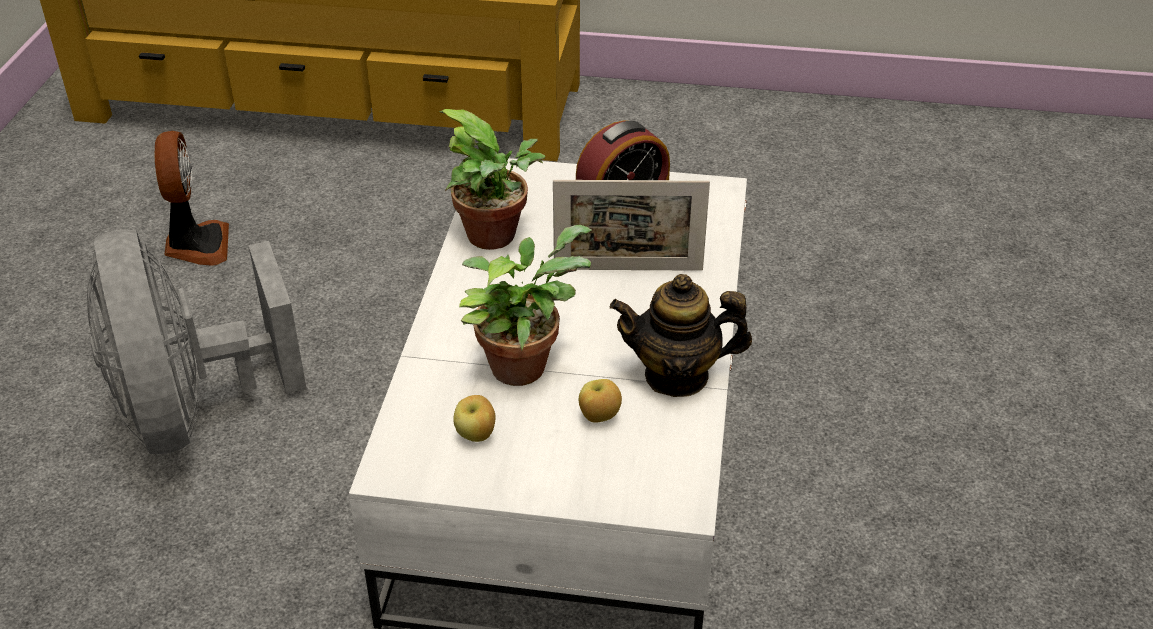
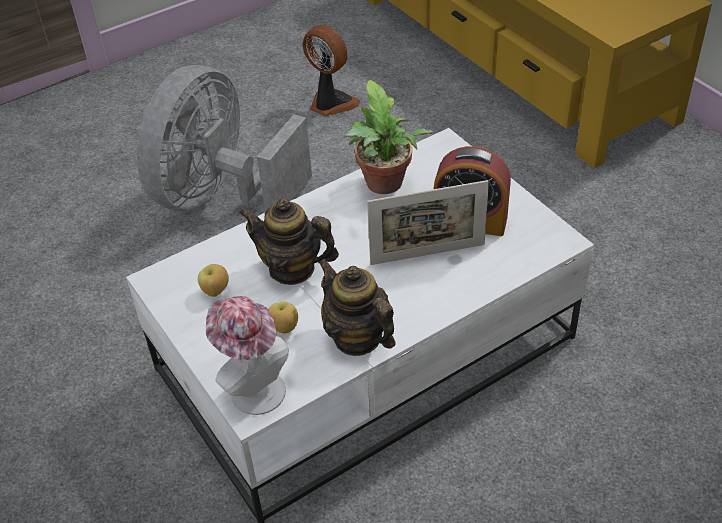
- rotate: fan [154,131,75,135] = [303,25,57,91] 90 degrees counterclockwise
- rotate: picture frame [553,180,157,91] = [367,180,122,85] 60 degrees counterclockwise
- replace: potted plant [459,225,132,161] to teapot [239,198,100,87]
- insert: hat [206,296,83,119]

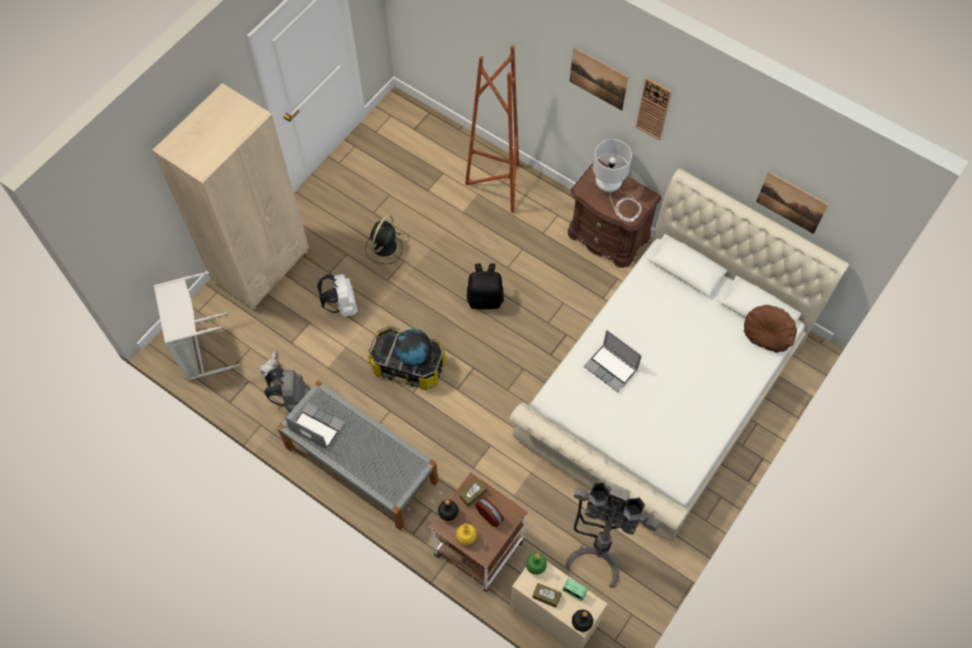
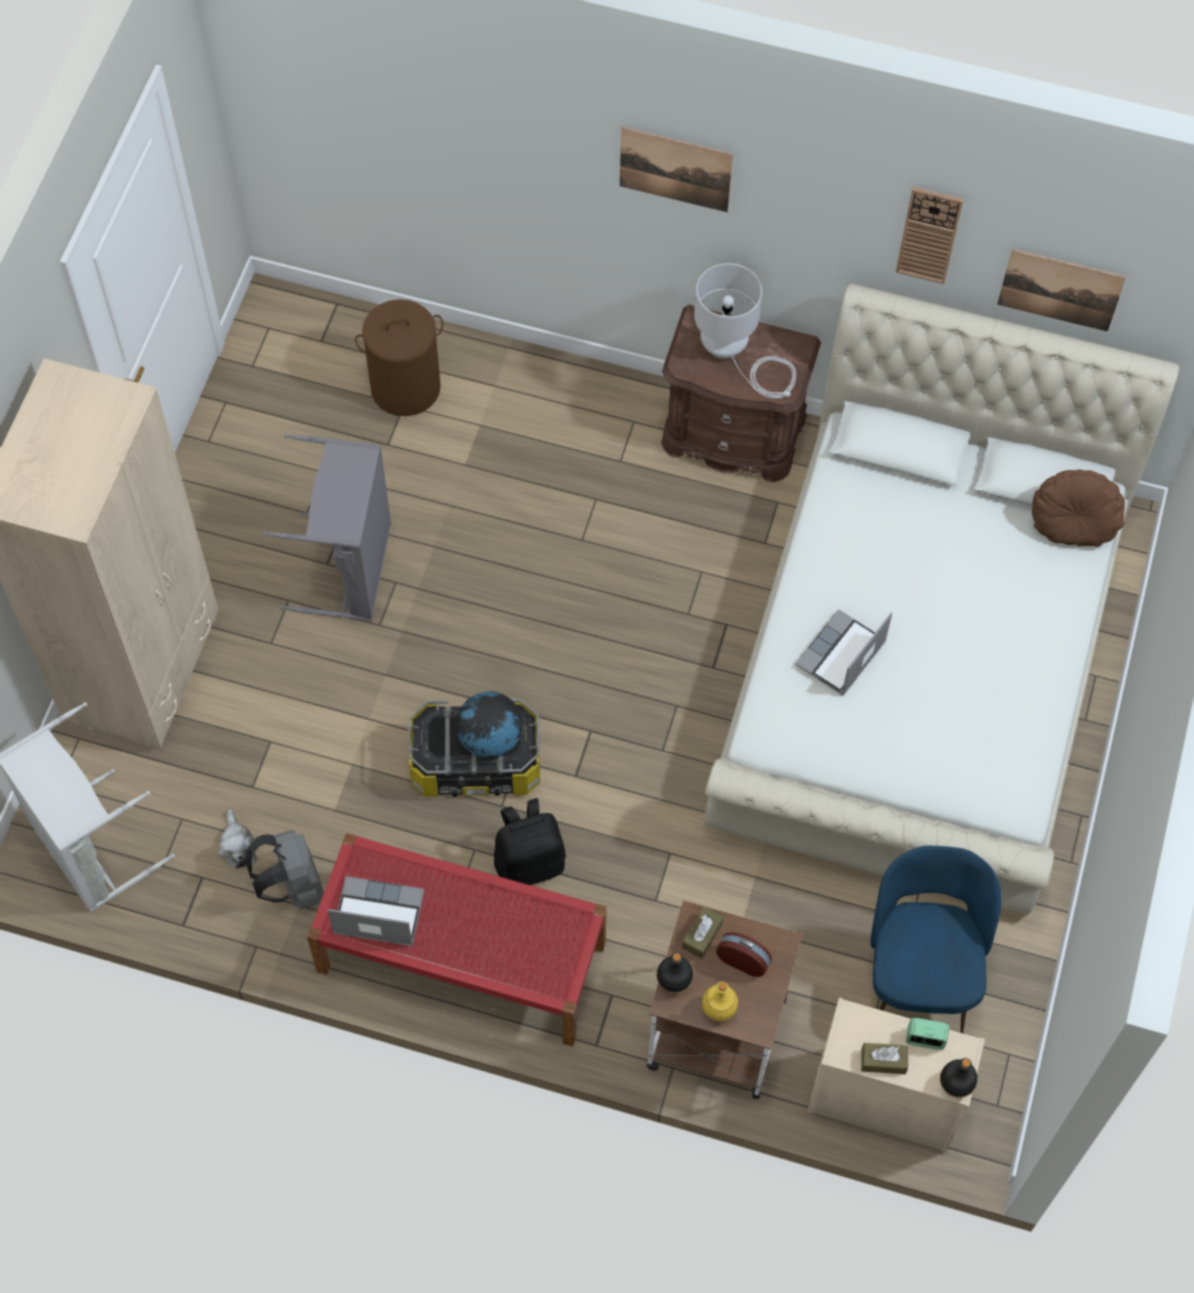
- delete: clothes rack/brown [465,45,54,168]
- move: wall clock [636,78,36,63] to [896,187,68,97]
- replace: fan/black [365,215,37,49] to laundry basket/grey [262,434,129,187]
- move: backpack/black [467,264,37,45] to [494,798,72,87]
- delete: backpack/white [317,274,40,43]
- rotate: laptop [584,330,58,62] = [795,609,97,87] 105 degrees clockwise
- recolor: bench/grey [277,380,162,151] to bench/red [307,833,300,214]
- replace: floor lamp/grey [566,482,93,105] to chair/blue [870,846,132,188]
- delete: bottle/green [526,553,21,22]
- insert: laundry basket/brown [355,299,89,117]

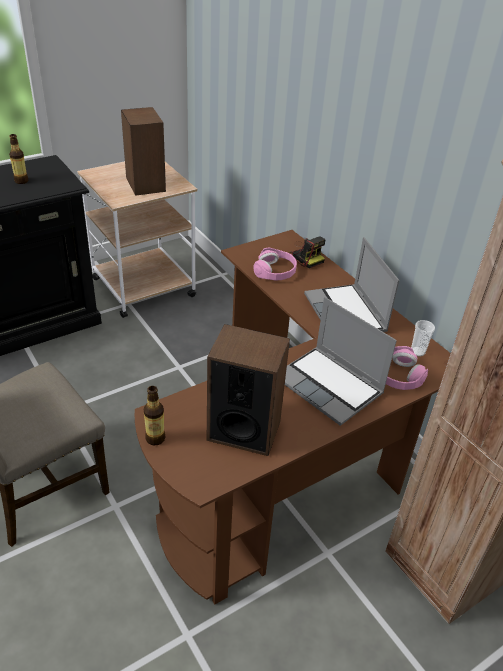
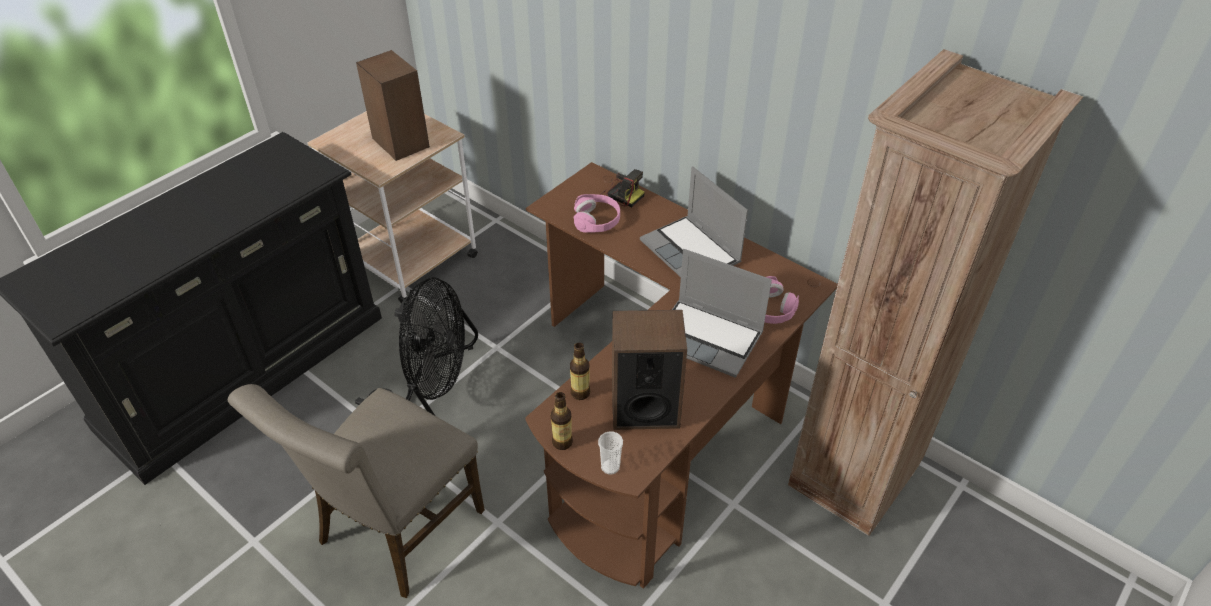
- move: bottle [9,134,19,50] to [570,343,20,57]
- move: cup [411,320,24,36] to [598,431,25,44]
- insert: fan/black [355,277,123,138]

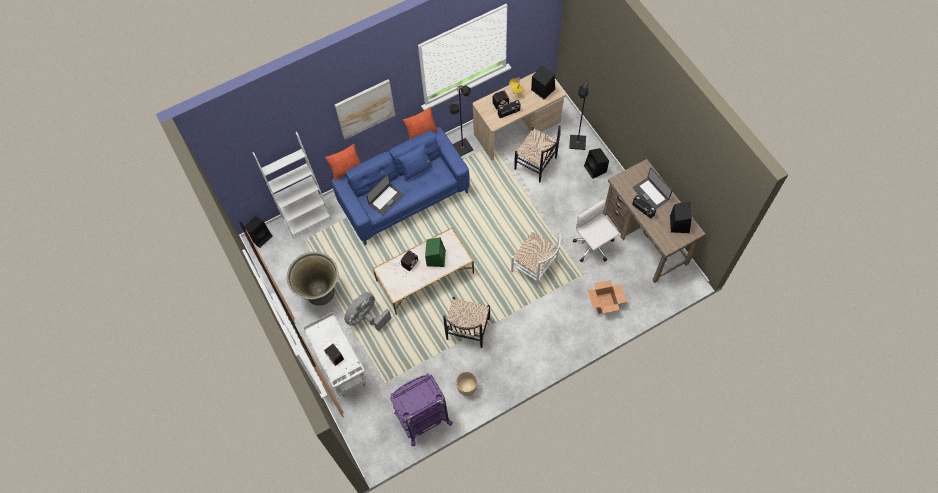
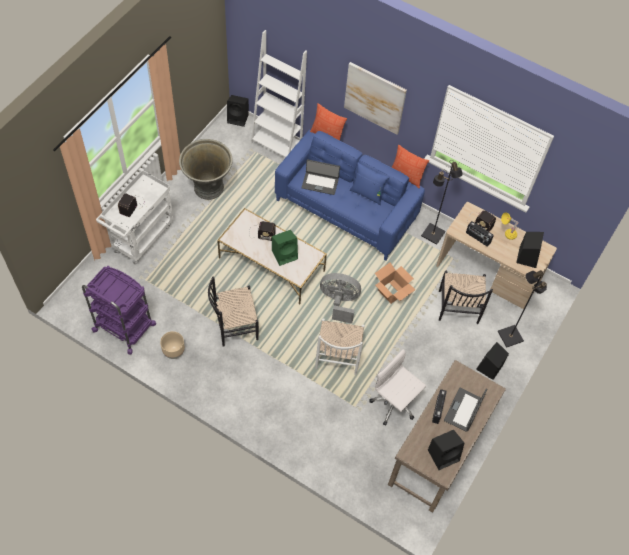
- rotate: office chair/white [573,199,46,63] = [369,349,57,77] 75 degrees counterclockwise
- move: cardboard box [588,280,39,34] to [375,262,40,42]
- move: fan/grey [344,292,47,39] to [320,273,41,51]

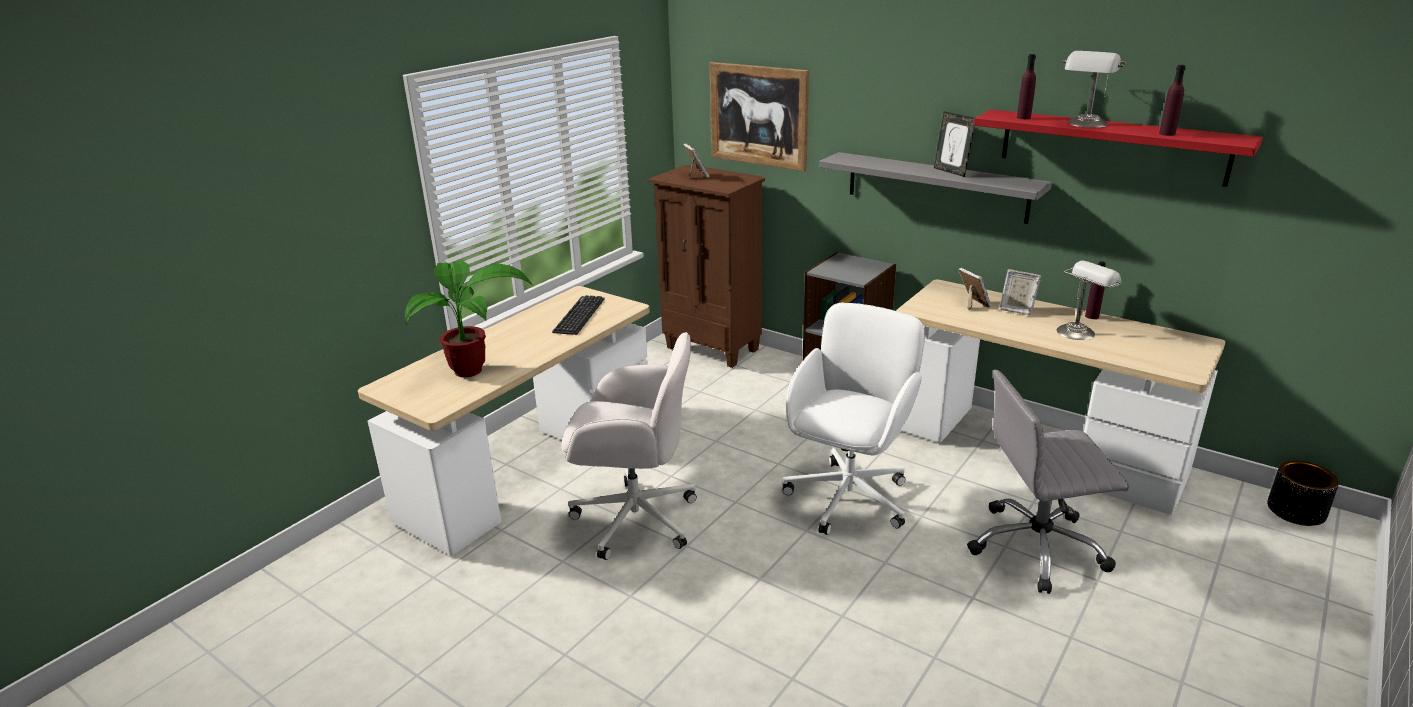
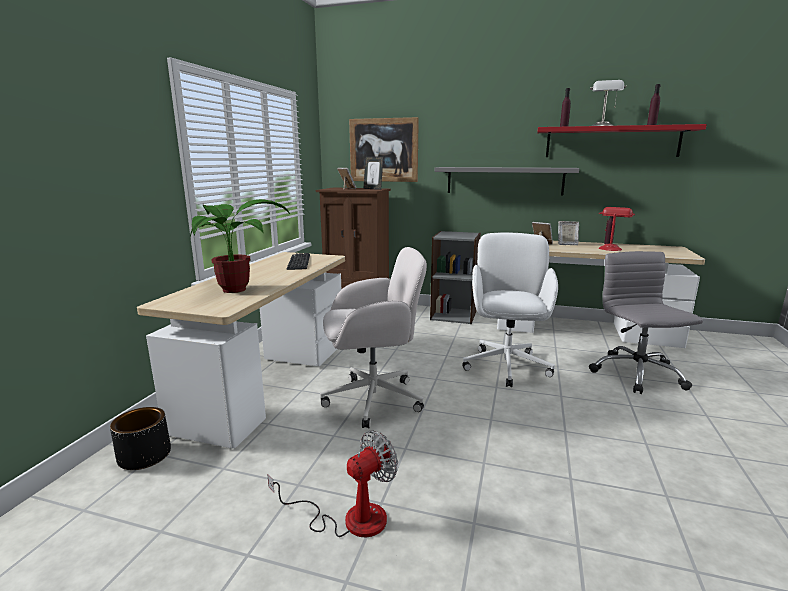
- move: picture frame [934,111,41,66] to [363,156,20,34]
- recolor: table lamp/white [1057,261,64,79] to table lamp/red [599,207,36,44]
- rotate: office chair/grey [967,370,162,224] = [589,251,114,143] 105 degrees clockwise
- move: planter/black [1267,460,72,66] to [110,407,61,63]
- insert: fan [267,430,131,107]

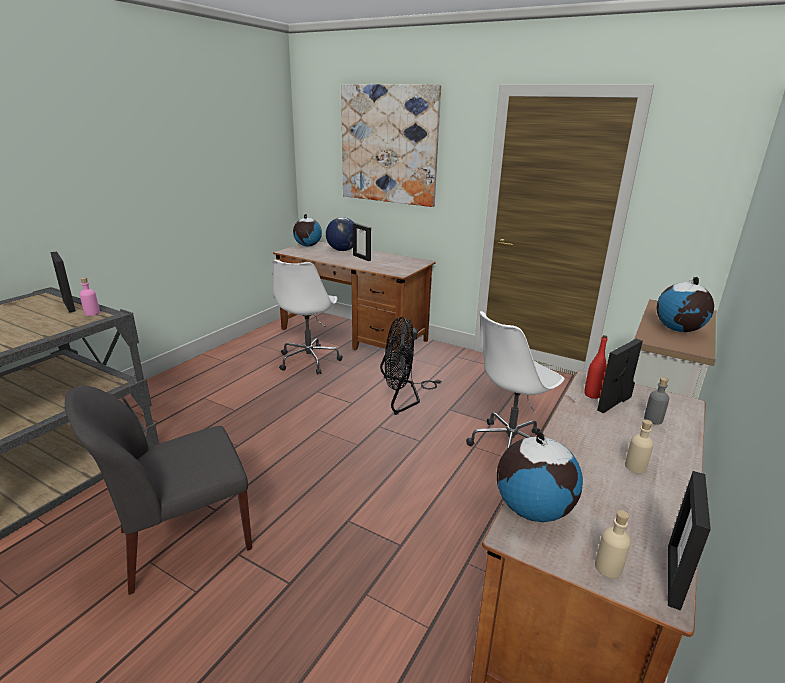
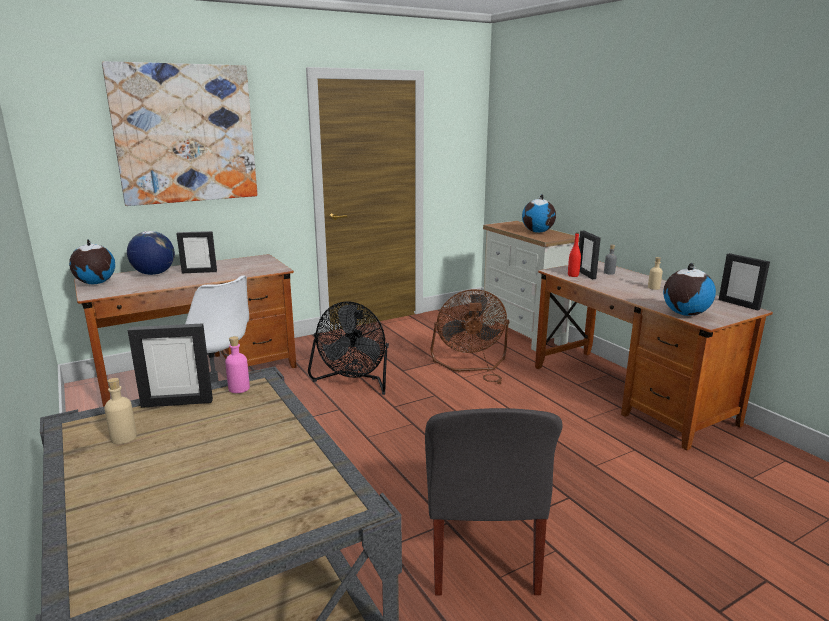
- replace: office chair/white [466,311,99,138] to fan/brown [431,289,79,95]
- move: bottle/beige [595,510,36,68] to [104,378,33,66]

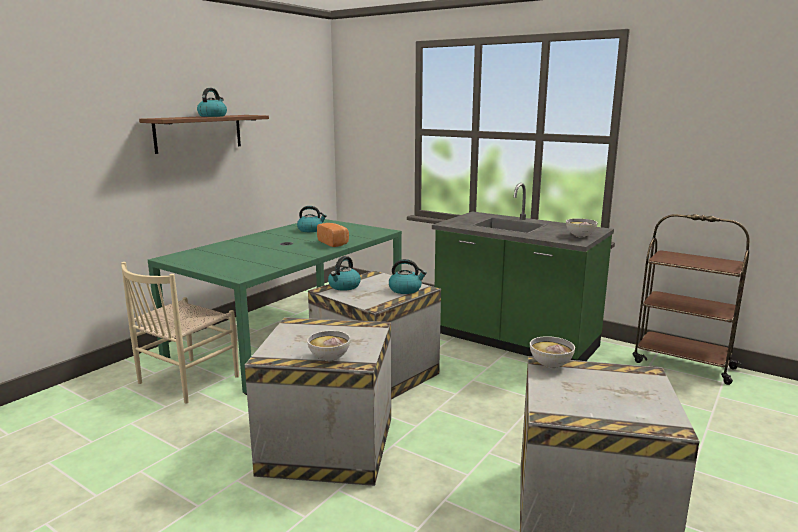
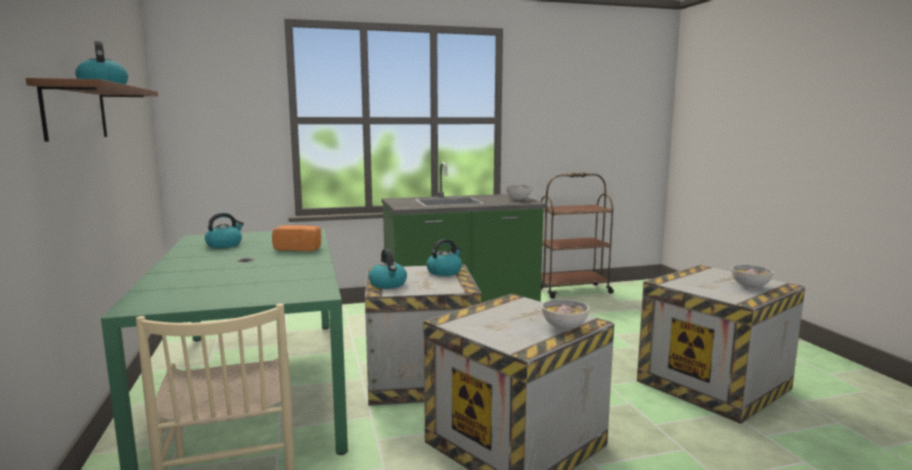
- move: bowl [530,336,45,32] to [731,265,43,24]

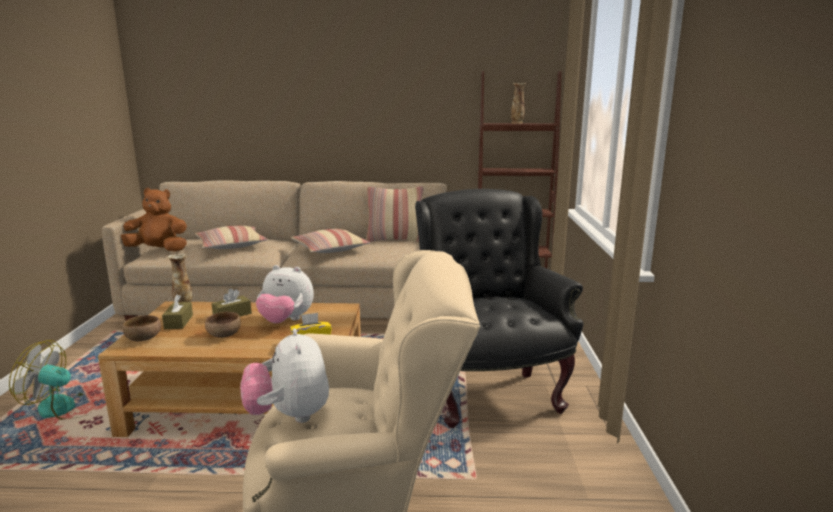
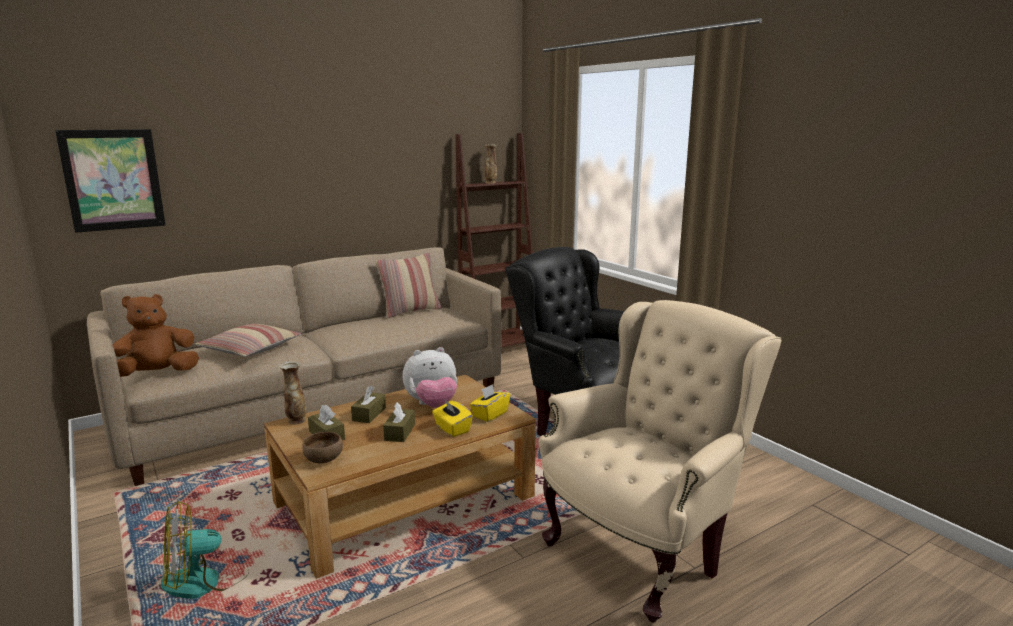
- delete: pillow [291,229,79,24]
- replace: bowl/brown [205,312,36,26] to tissue box/brown [383,402,32,40]
- delete: plush toy [240,328,89,95]
- insert: picture [55,129,111,104]
- insert: tissue box/yellow [432,399,41,38]

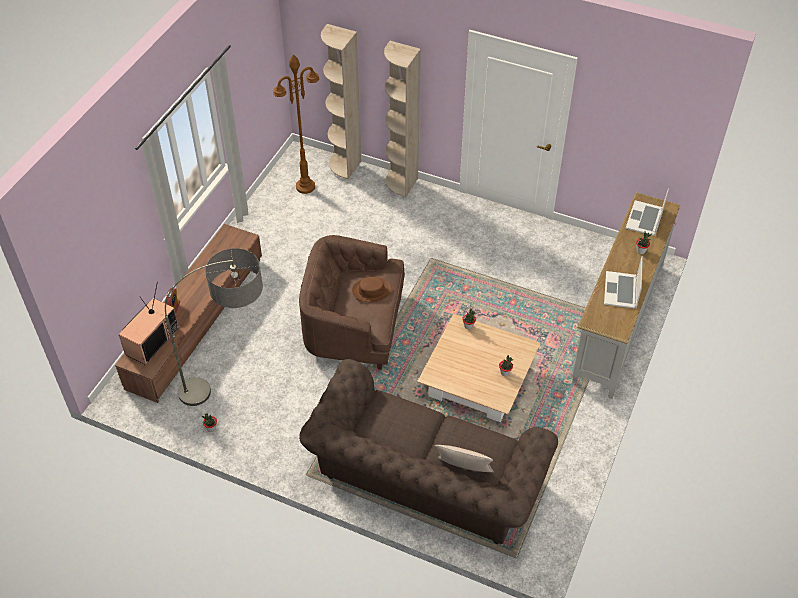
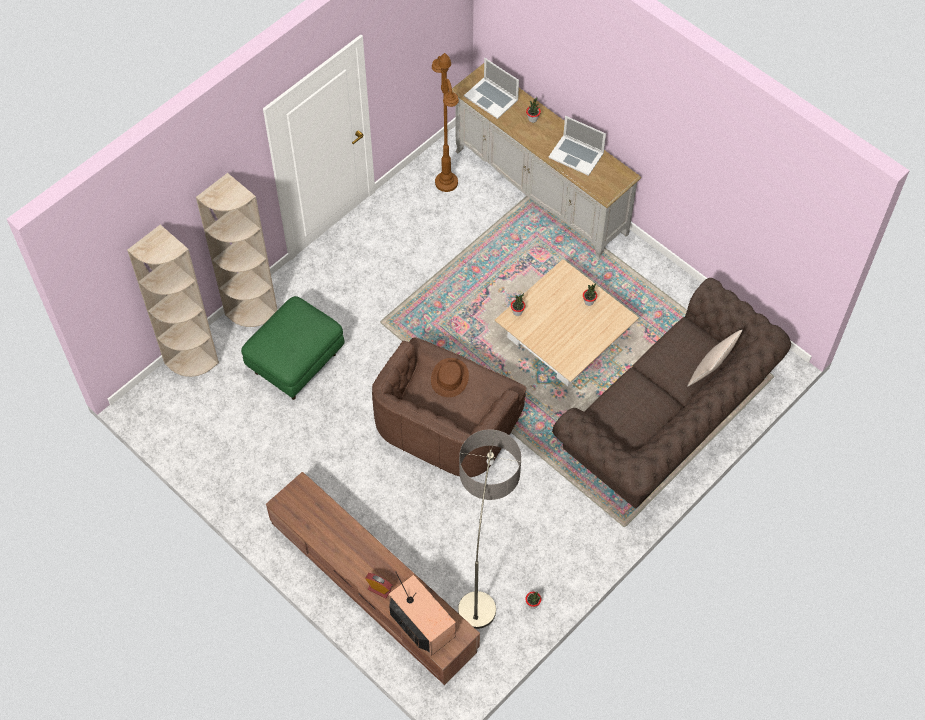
- move: floor lamp/brown [273,54,46,140] to [432,53,27,139]
- insert: ottoman/green [241,296,104,104]

